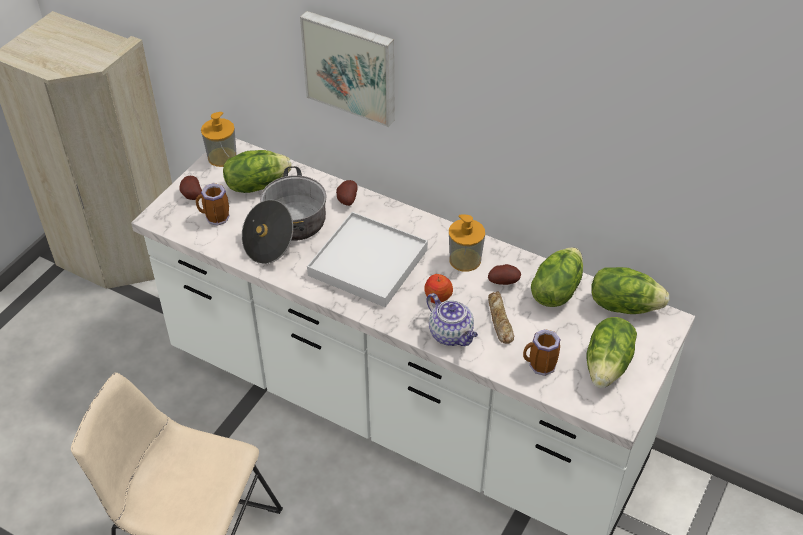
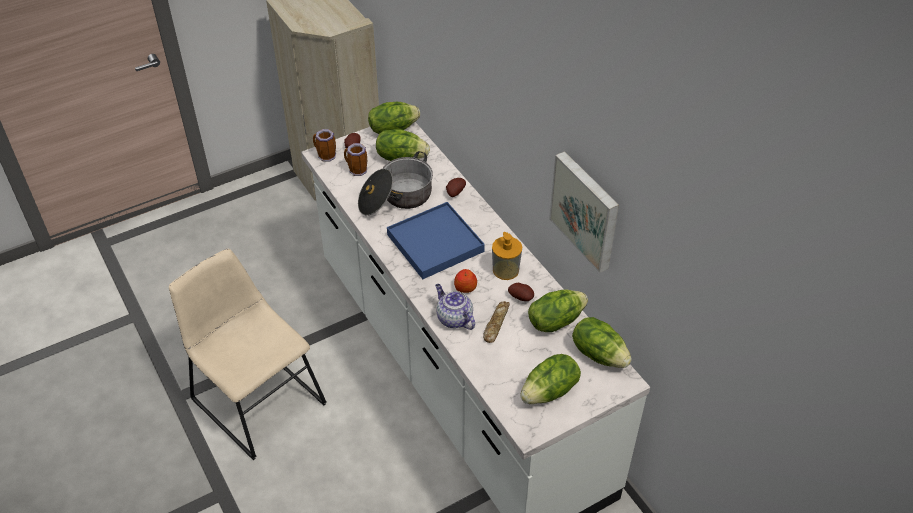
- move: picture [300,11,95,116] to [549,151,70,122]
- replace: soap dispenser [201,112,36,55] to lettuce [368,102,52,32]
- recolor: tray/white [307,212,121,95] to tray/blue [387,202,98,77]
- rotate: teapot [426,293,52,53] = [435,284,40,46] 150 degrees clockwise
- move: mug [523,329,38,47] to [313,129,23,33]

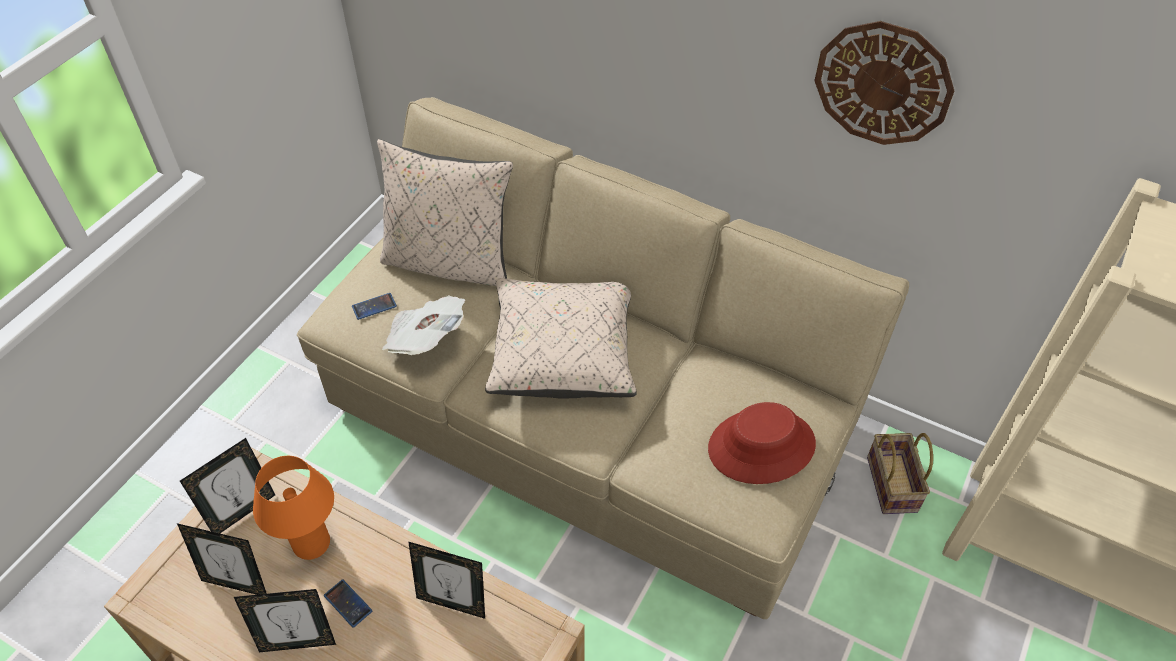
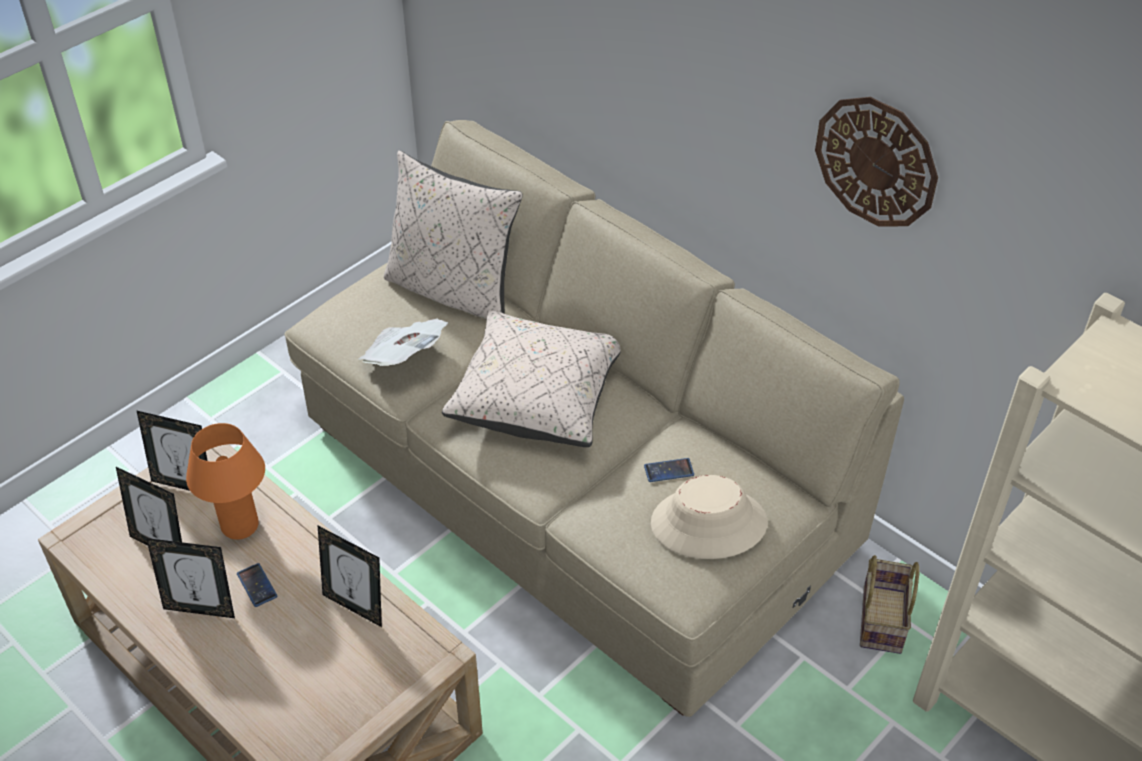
- move: phone [352,293,45,27] to [644,458,50,24]
- recolor: hat/red [708,402,108,82] to hat/beige [651,475,117,84]
- rotate: picture frame [180,438,95,95] = [136,410,71,81] 45 degrees clockwise

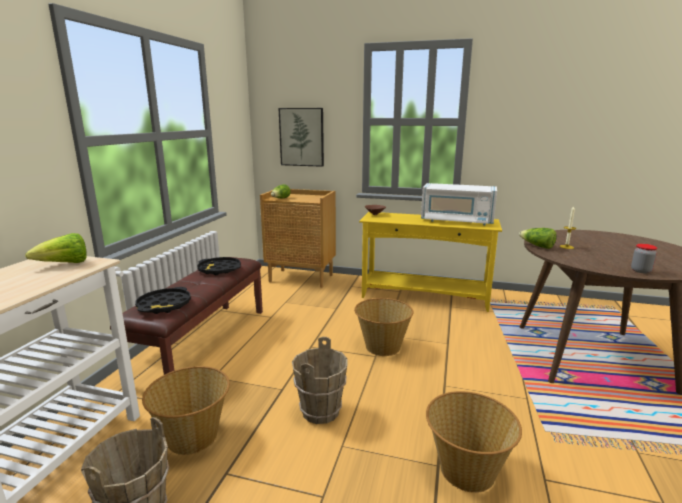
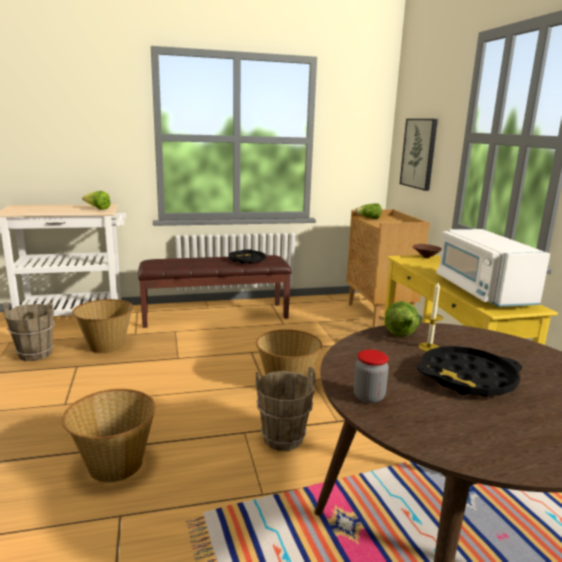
- move: tray/black [135,287,56,27] to [417,346,105,51]
- move: bucket/brown [292,337,55,87] to [256,367,59,84]

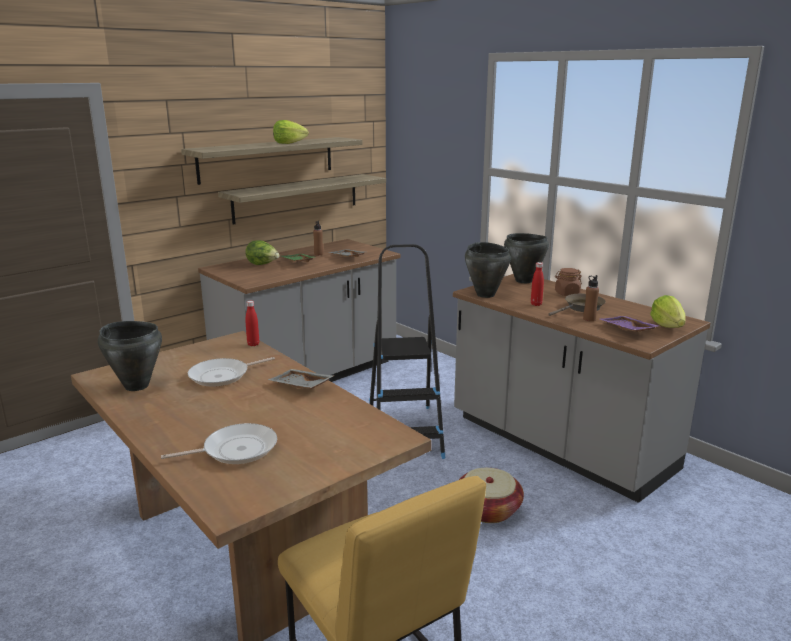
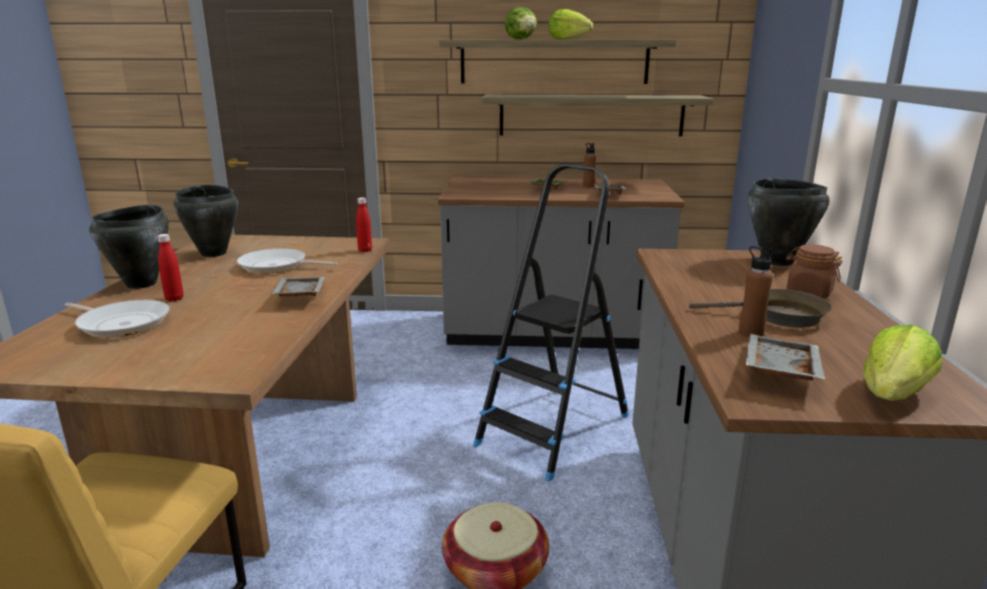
- move: lettuce [245,240,35,25] to [505,7,32,33]
- move: cooking pot/black [465,242,46,56] to [89,205,80,84]
- move: bottle/red [531,262,13,44] to [157,234,26,67]
- recolor: tray/purple [601,316,58,16] to tray/grey [746,334,79,46]

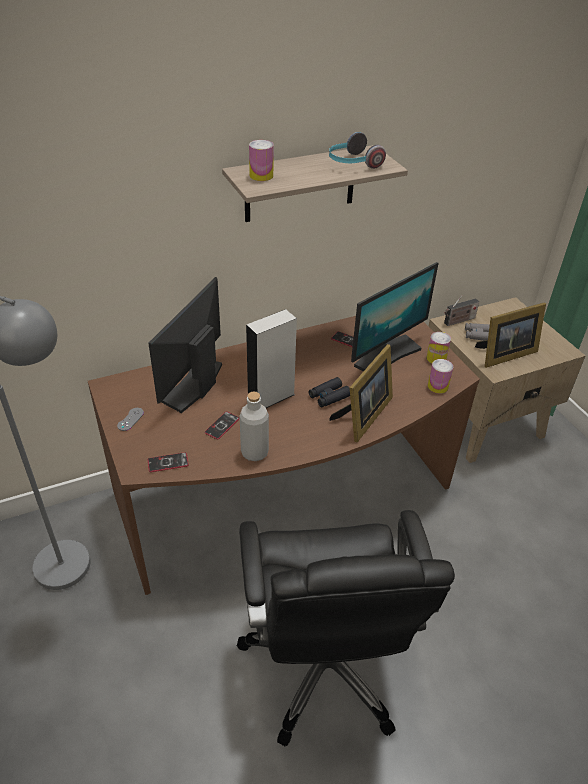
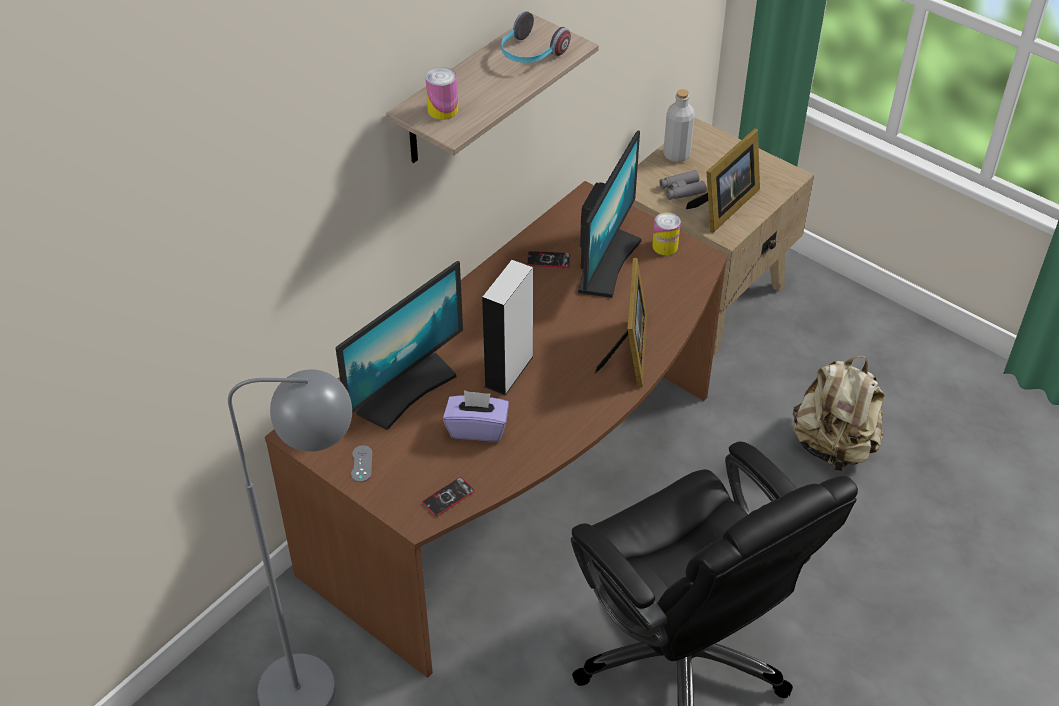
- rotate: monitor [148,277,74,136] = [336,261,127,169] 135 degrees counterclockwise
- delete: radio [444,295,35,31]
- delete: can [428,359,25,35]
- delete: binoculars/black [309,377,41,30]
- move: bottle/grey [240,391,29,70] to [663,89,32,73]
- replace: phone [205,412,35,28] to tissue box/purple [443,390,66,51]
- insert: backpack/beige [793,356,91,115]

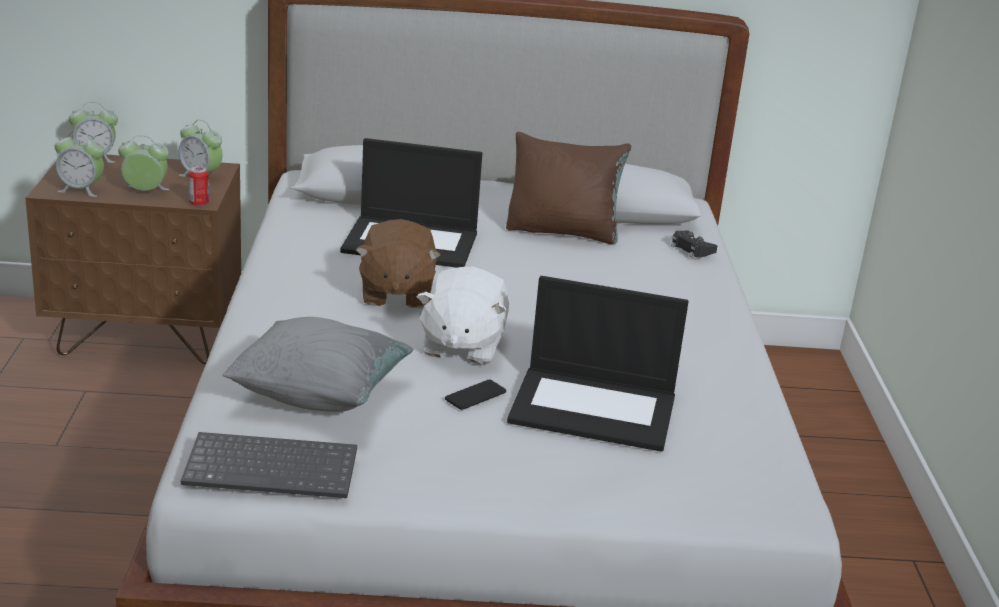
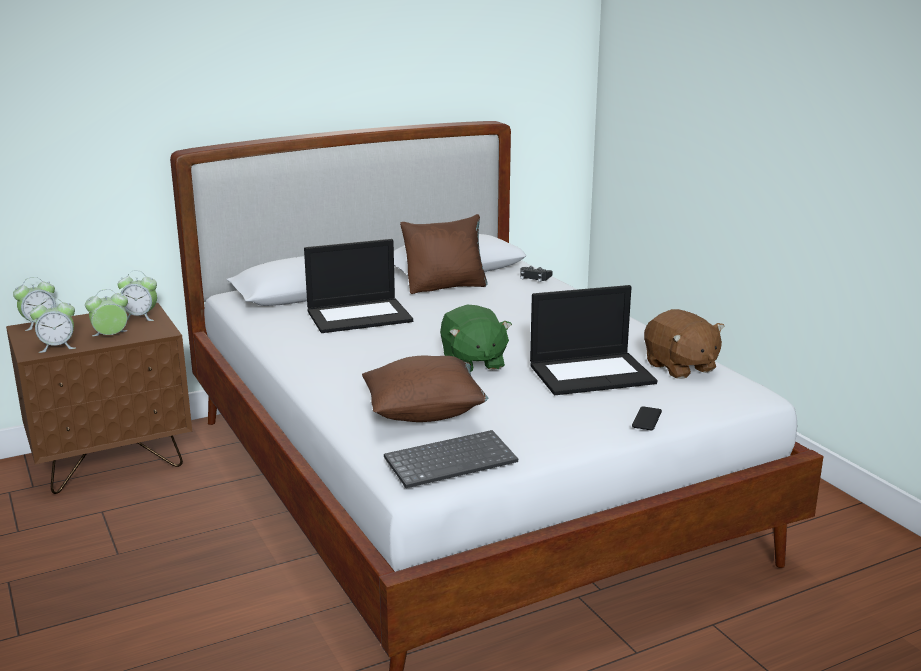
- delete: can [188,166,21,40]
- move: plush toy/brown [356,219,84,89] to [644,309,81,70]
- recolor: plush toy/white [417,267,92,98] to plush toy/green [440,305,72,67]
- recolor: pillow/grey [222,317,192,95] to pillow/brown [362,356,126,66]
- move: phone [445,379,61,31] to [632,406,30,24]

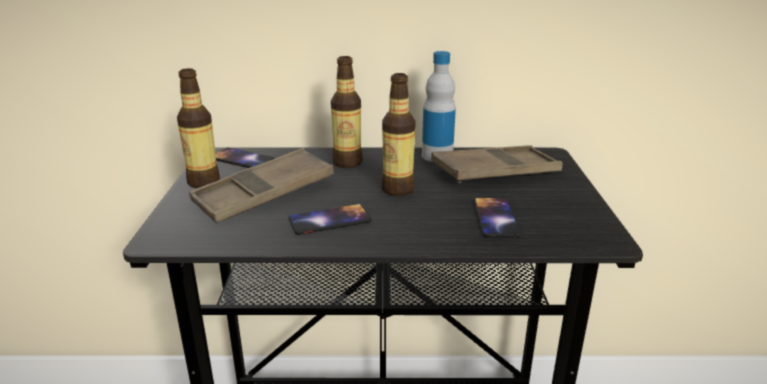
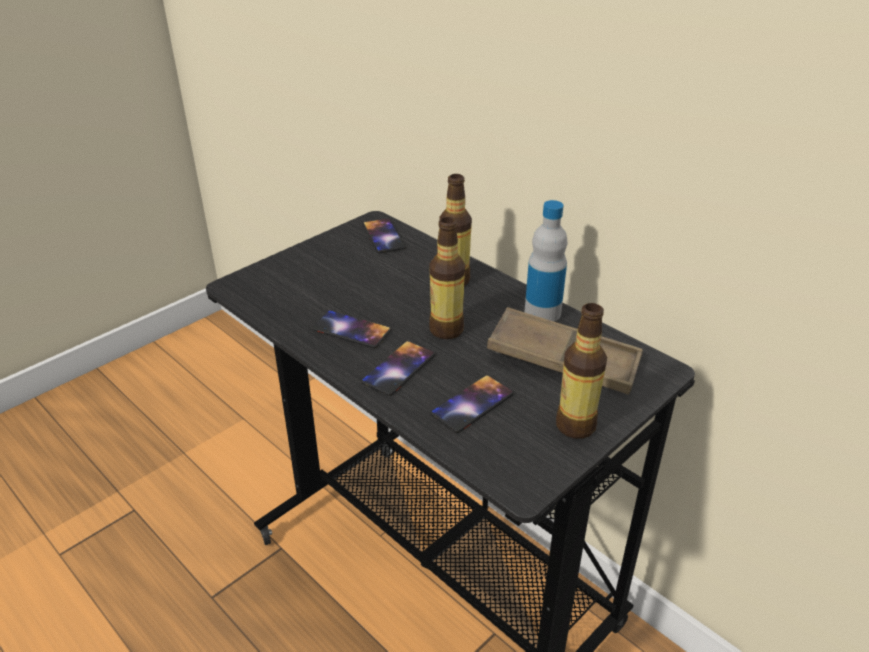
- move: bottle [177,68,43,120] to [556,303,51,136]
- delete: tray/brown [189,148,145,75]
- insert: phone [361,341,74,55]

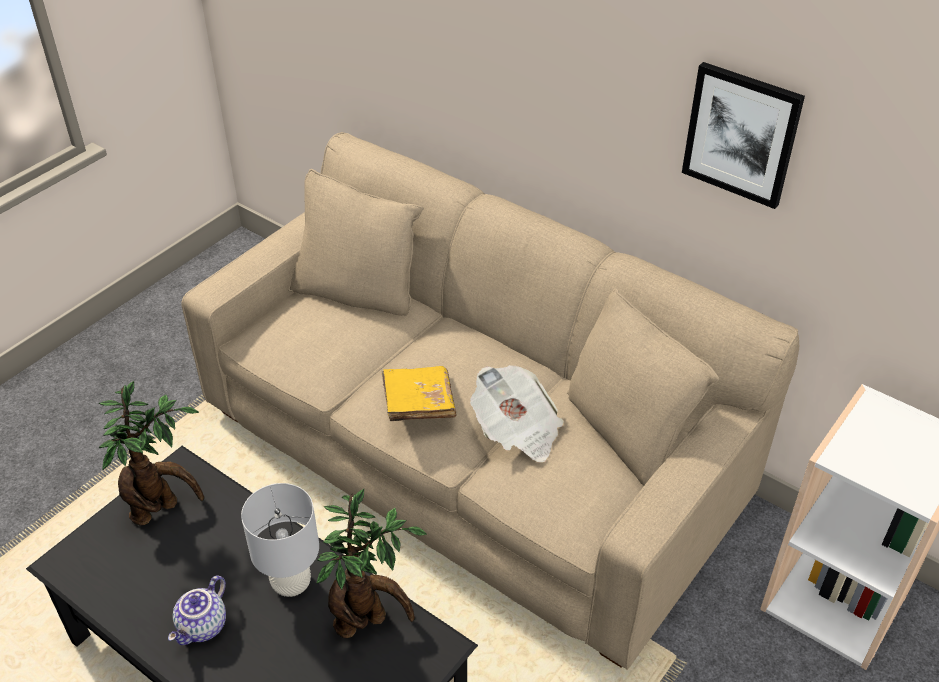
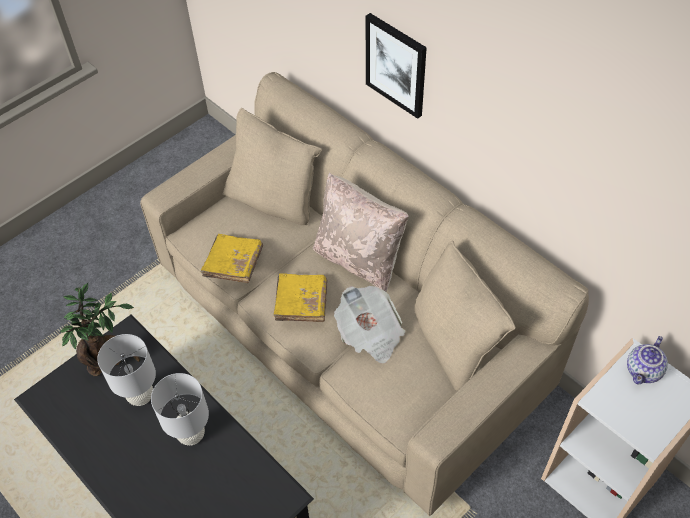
- move: picture [682,62,123,147] to [366,13,61,106]
- delete: potted plant [316,489,111,149]
- move: teapot [168,576,58,69] to [627,336,41,49]
- insert: pillow/beige [313,173,96,119]
- insert: book/yellow [201,234,62,49]
- insert: table lamp/grey [97,334,59,72]

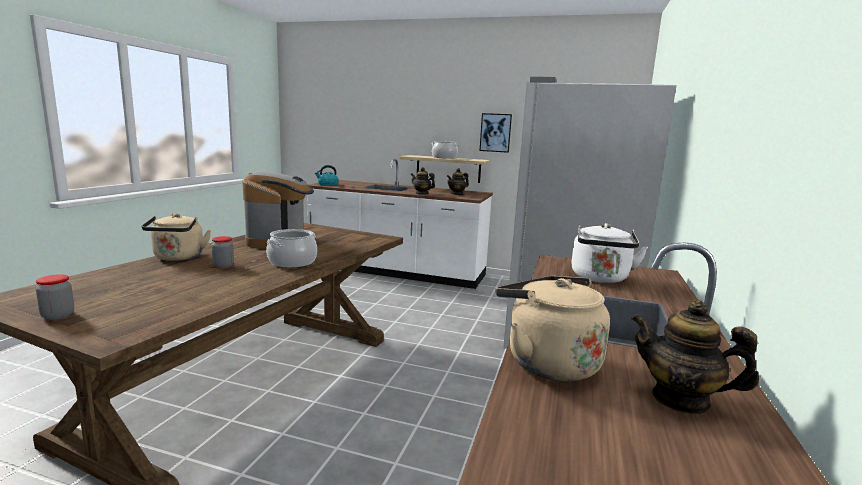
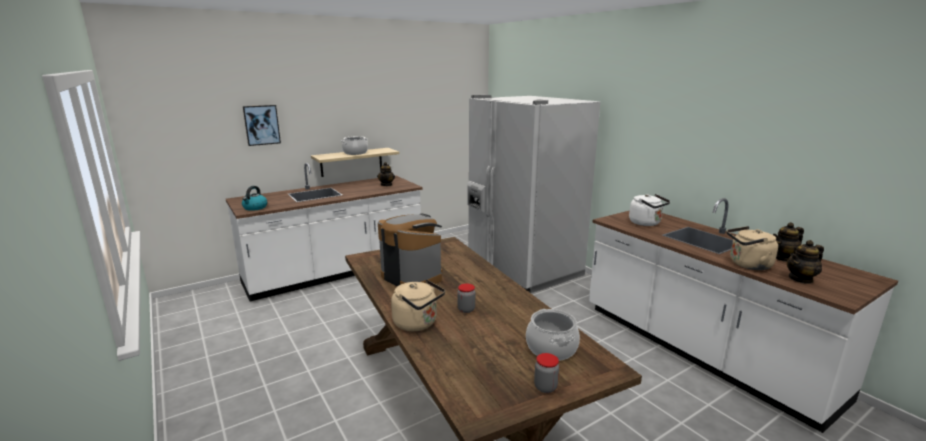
- move: picture [479,113,33,40] to [243,105,38,41]
- move: teapot [410,167,25,28] to [787,240,37,44]
- move: cooking pot [266,229,51,39] to [526,309,54,52]

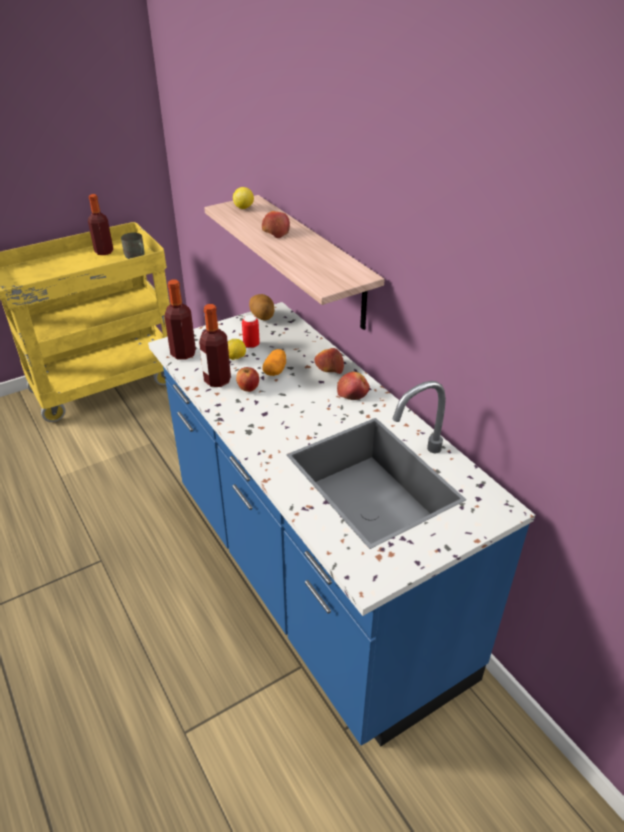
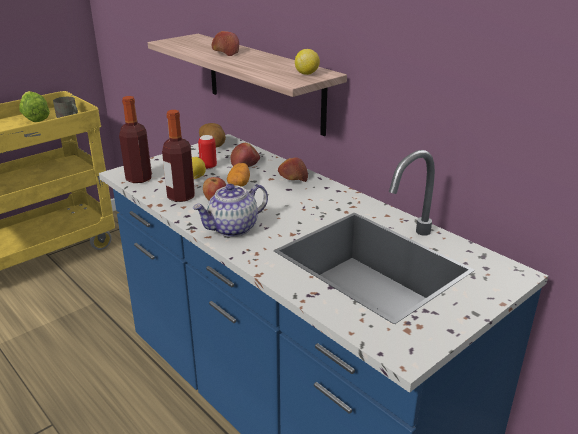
- move: lemon [233,187,21,22] to [295,49,25,26]
- replace: bottle [88,194,26,61] to lettuce [20,91,30,31]
- move: apple [337,372,33,28] to [230,143,30,24]
- insert: teapot [193,184,75,53]

